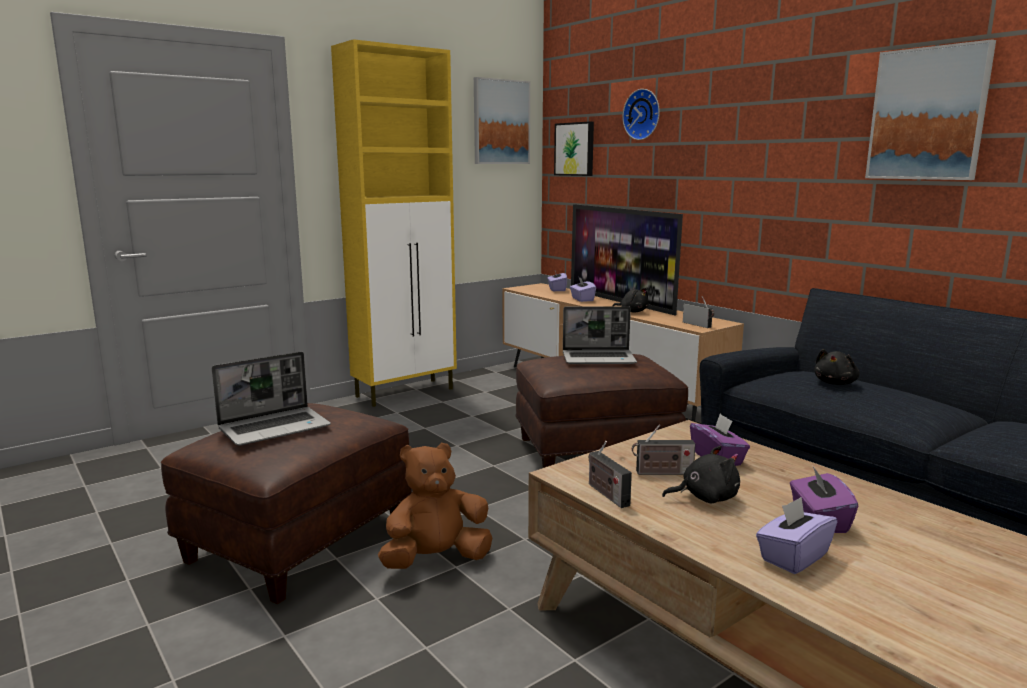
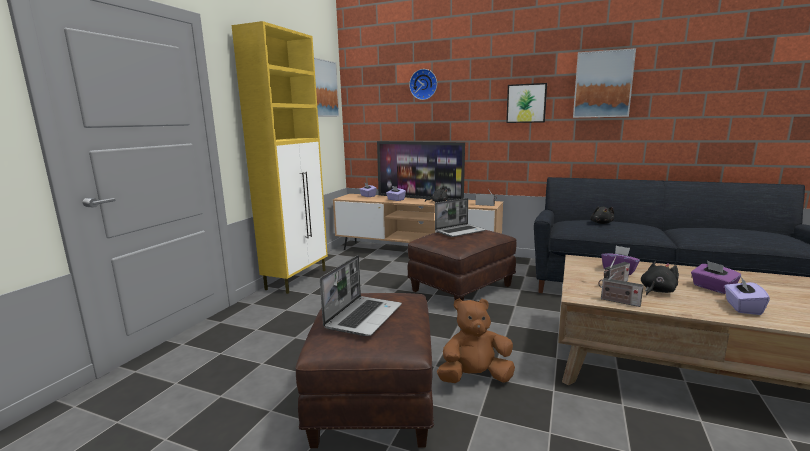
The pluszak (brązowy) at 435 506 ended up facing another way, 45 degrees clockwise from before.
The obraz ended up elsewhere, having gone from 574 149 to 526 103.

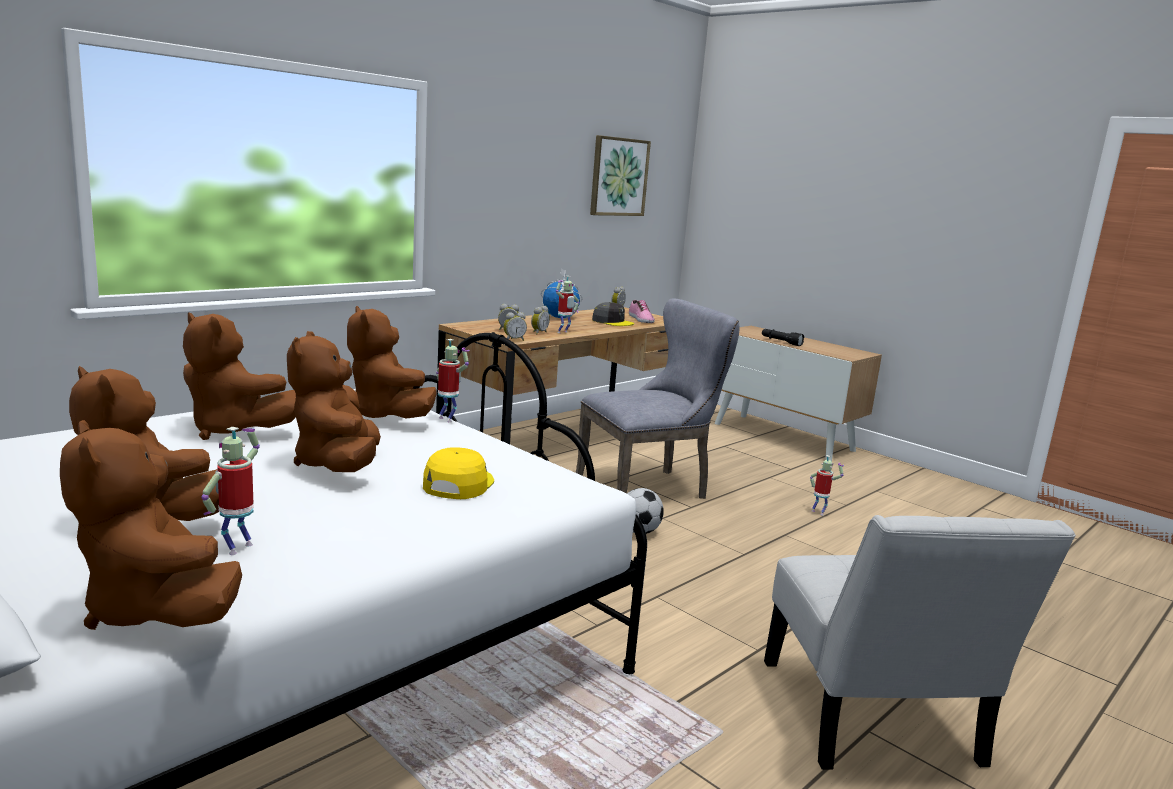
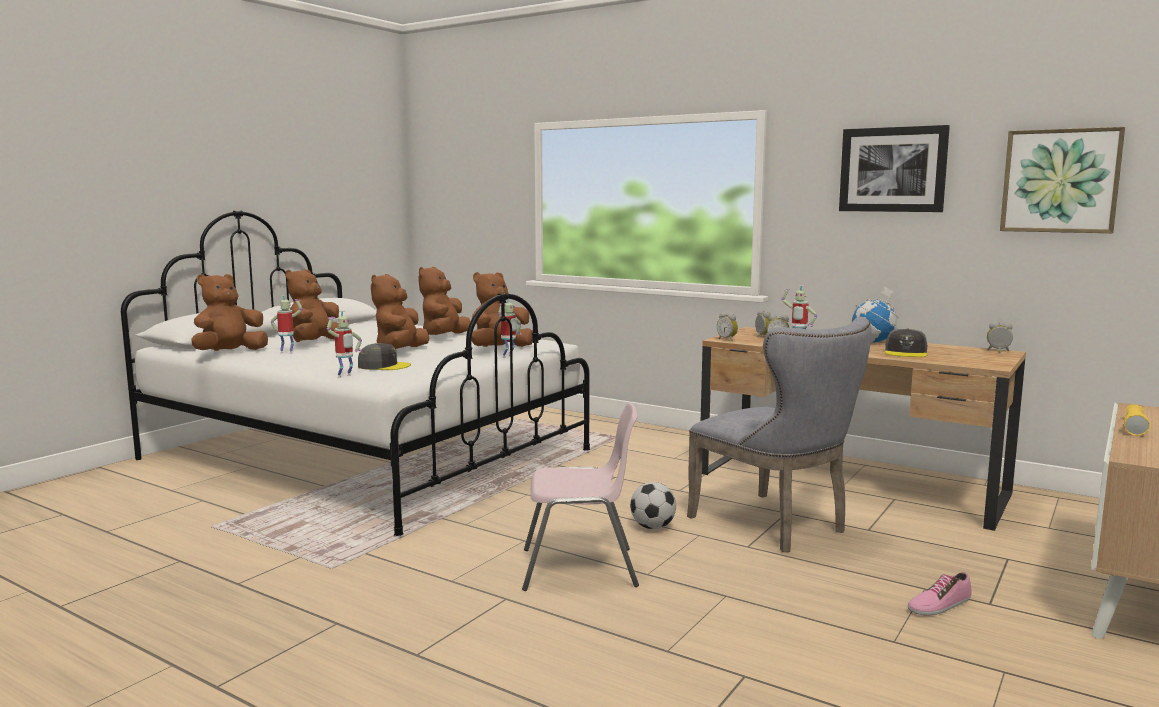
The pluszak (brązowy) at 334 401 ended up facing another way, 60 degrees counterclockwise from before.
What was the czapka z daszkiem (żółty) at 458 473 turned into the czapka z daszkiem (szary) at 384 356.
The but ended up elsewhere, having gone from 642 311 to 940 593.
What was the latarka (czarny) at 783 337 turned into the latarka (żółty) at 1137 420.
The second view lost the krzesło (biały) at 920 642.
The robot zabawkowy ended up elsewhere, having gone from 827 485 to 344 344.
The second view gained the krzesło (różowy) at 580 497.
The second view gained the obraz at 894 168.

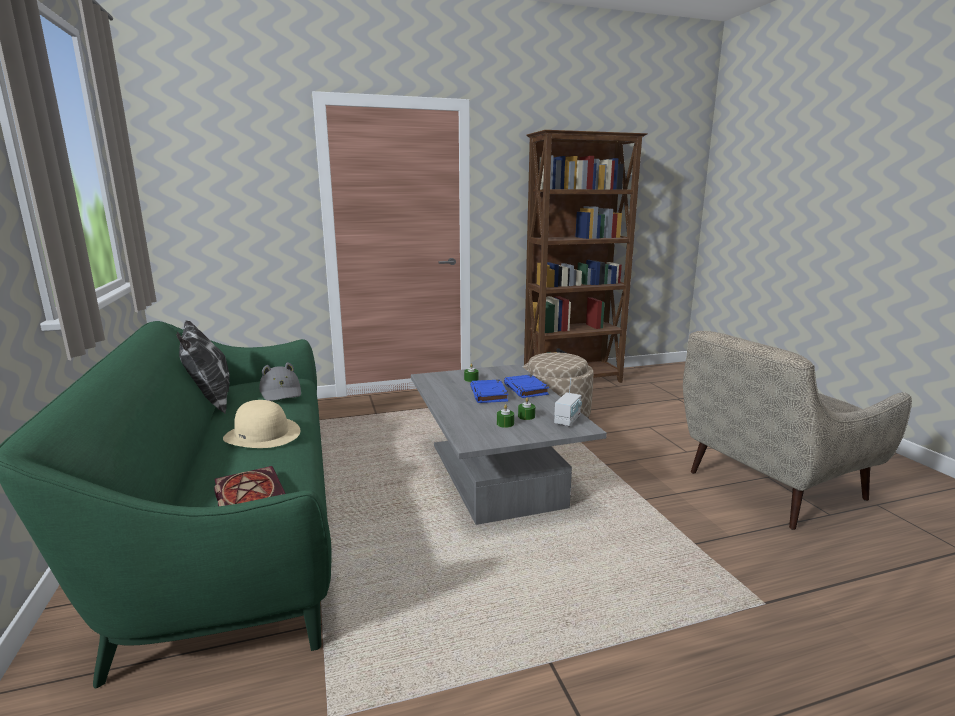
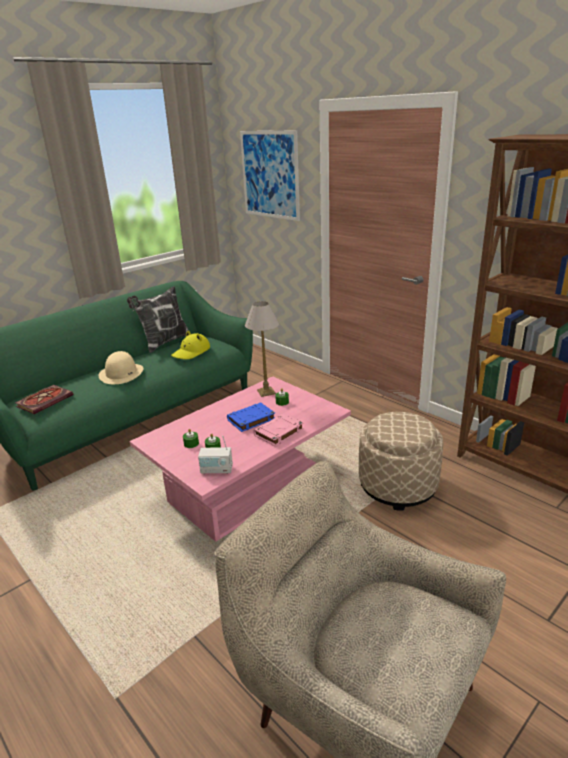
What was the kapelusz (szary) at 280 381 turned into the kapelusz (żółty) at 190 345.
What was the ława (szary) at 509 444 turned into the ława (różowy) at 240 459.
What was the książka (niebieski) at 526 386 turned into the książka (różowy) at 278 429.
The second view gained the obraz at 270 176.
The second view gained the lampa stołowa at 262 349.

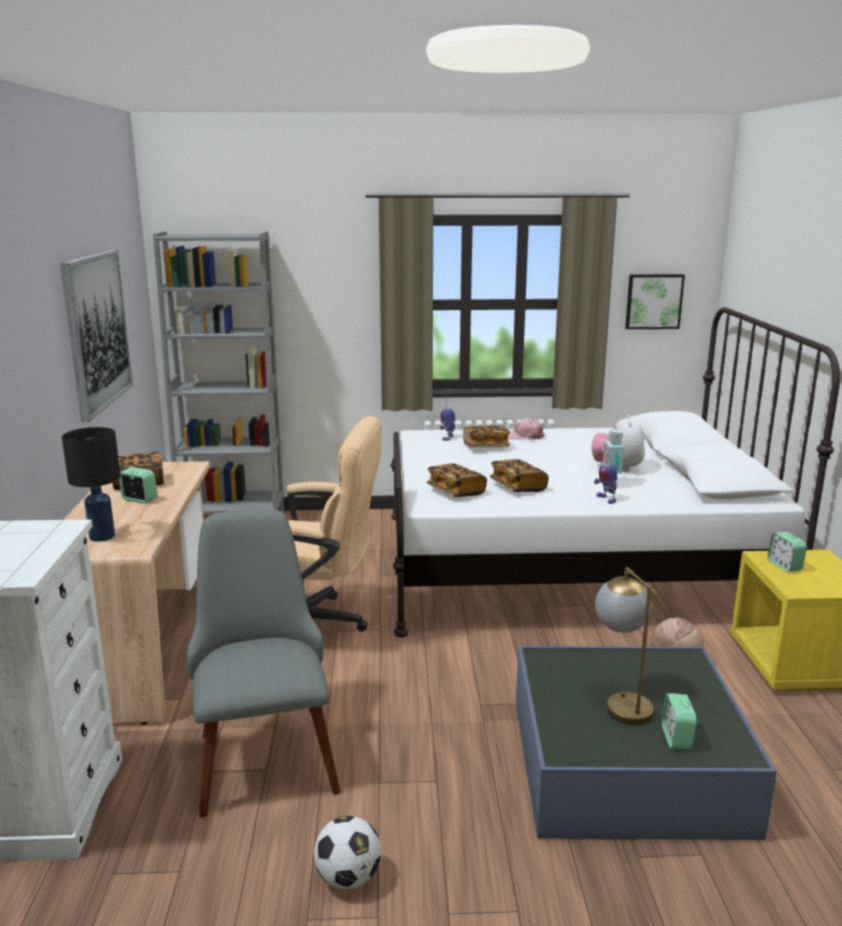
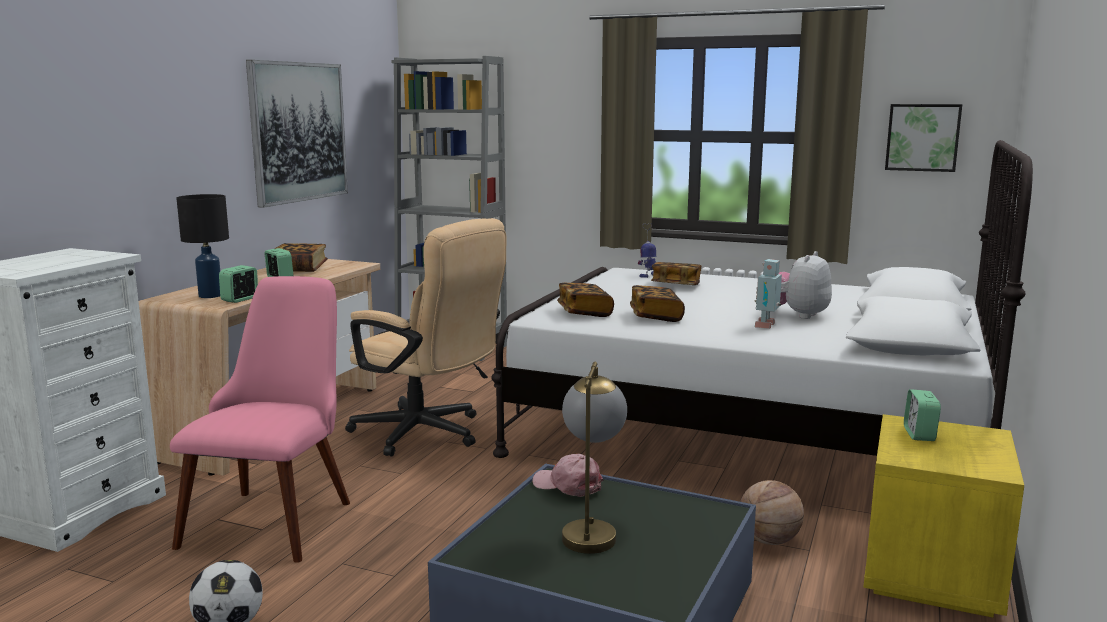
What was the krzesło (szary) at 263 663 turned into the krzesło (różowy) at 260 419.
The czapka z daszkiem (różowy) ended up elsewhere, having gone from 526 429 to 567 475.
The second view lost the robot zabawkowy at 606 473.
The budzik ended up elsewhere, having gone from 679 721 to 238 284.

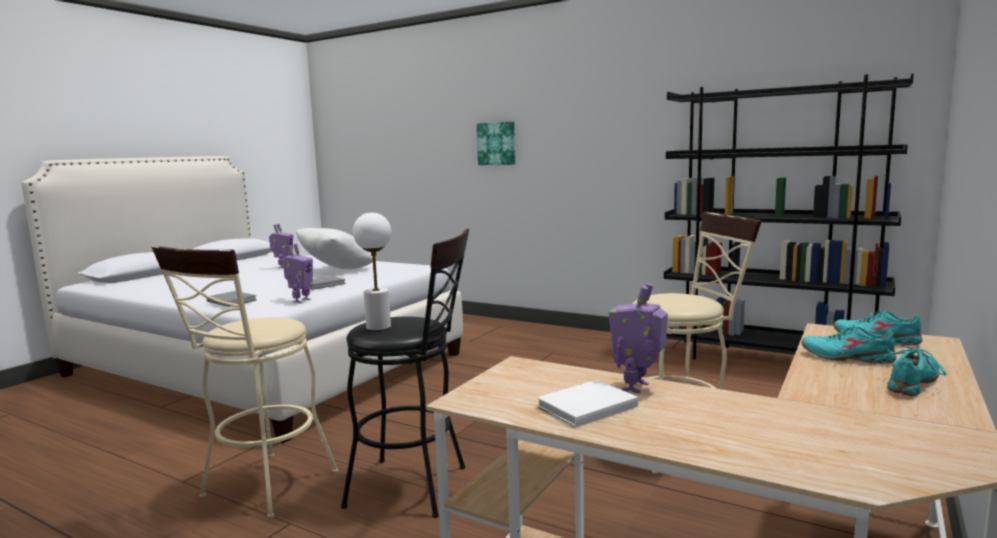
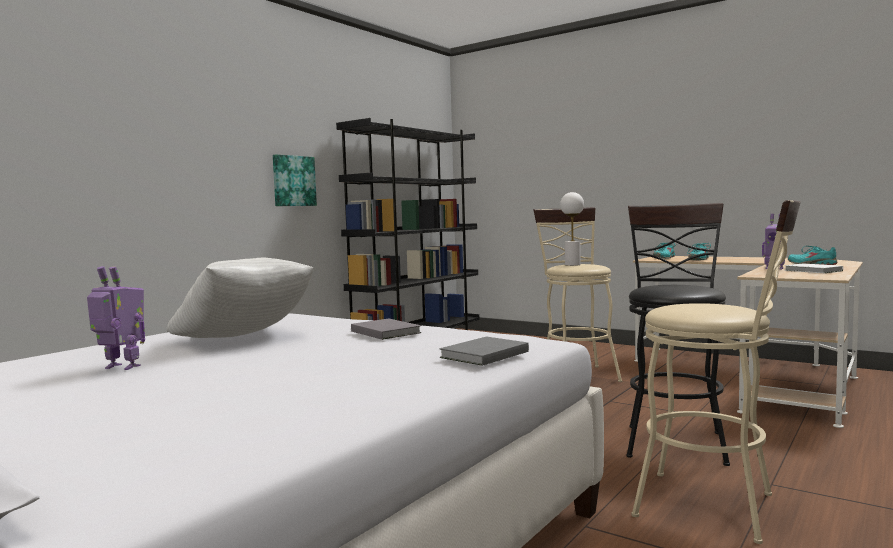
The second view lost the robot zabawkowy at 298 273.
The lampa stołowa (biały) ended up elsewhere, having gone from 372 271 to 572 229.
The obraz ended up elsewhere, having gone from 496 143 to 295 180.
The but (turkusowy) ended up elsewhere, having gone from 915 368 to 812 255.

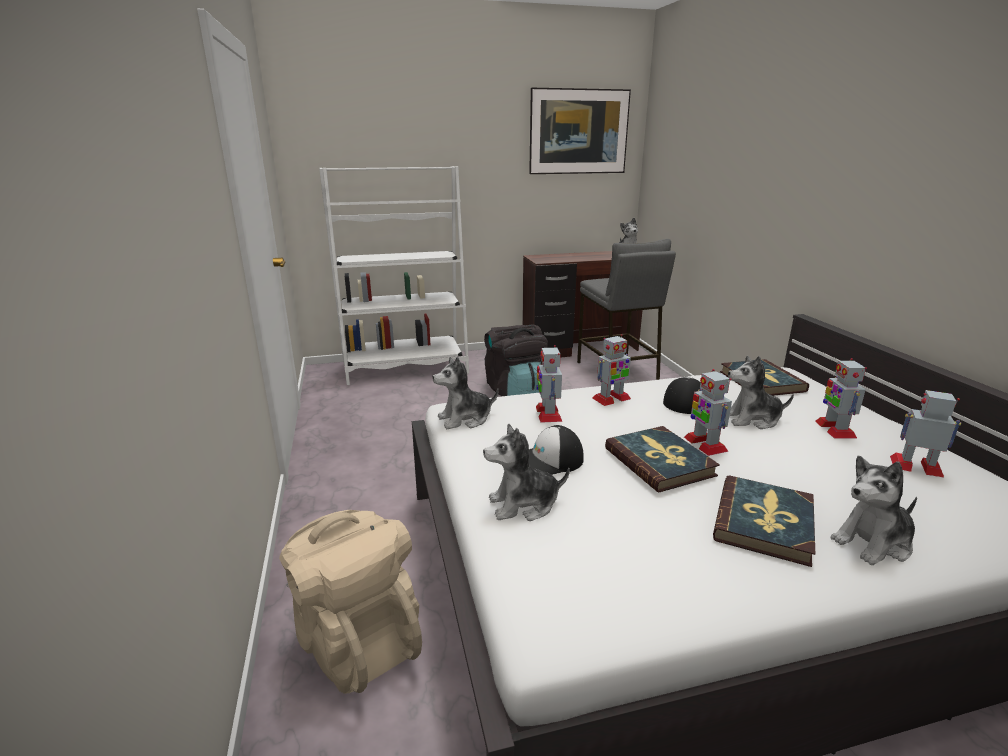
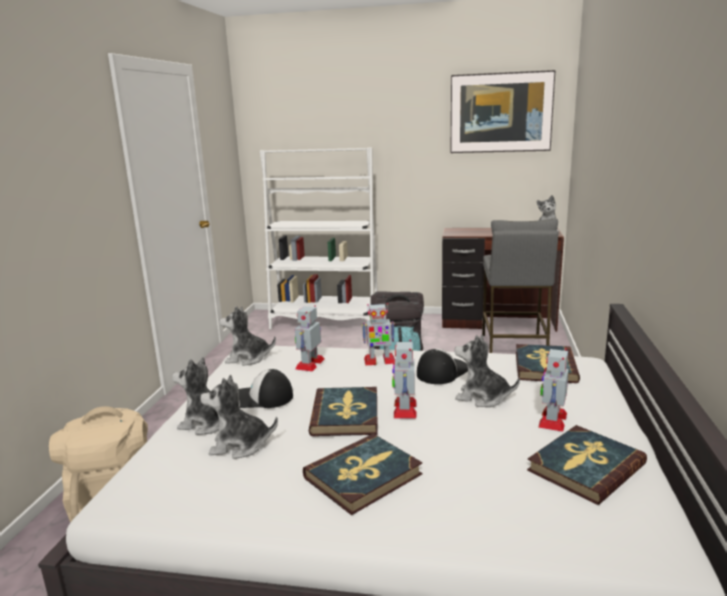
The pluszak ended up elsewhere, having gone from 873 510 to 239 417.
Where the robot zabawkowy stood at 925 433, the książka came to stand at 587 465.

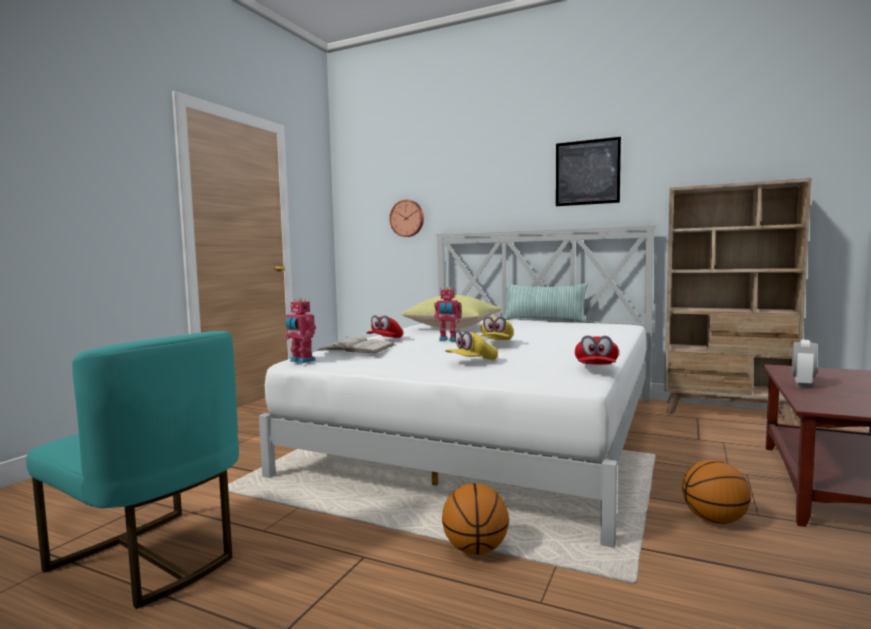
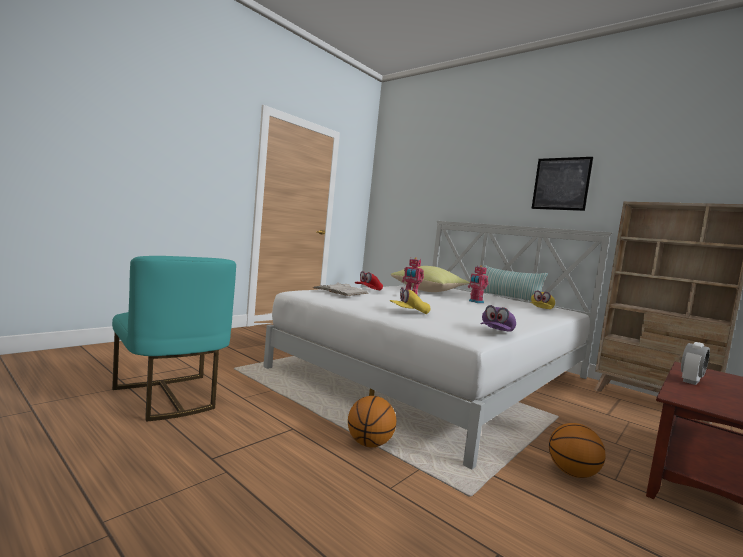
The robot zabawkowy ended up elsewhere, having gone from 300 330 to 478 284.
The second view lost the zegar ścienny at 406 218.
The czapka z daszkiem (żółty) ended up elsewhere, having gone from 497 328 to 543 299.
What was the czapka z daszkiem (czerwony) at 597 350 turned into the czapka z daszkiem (fioletowy) at 498 318.

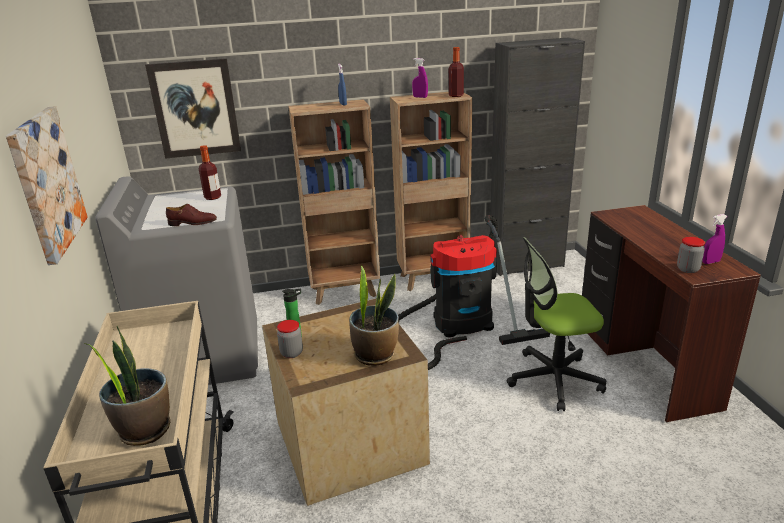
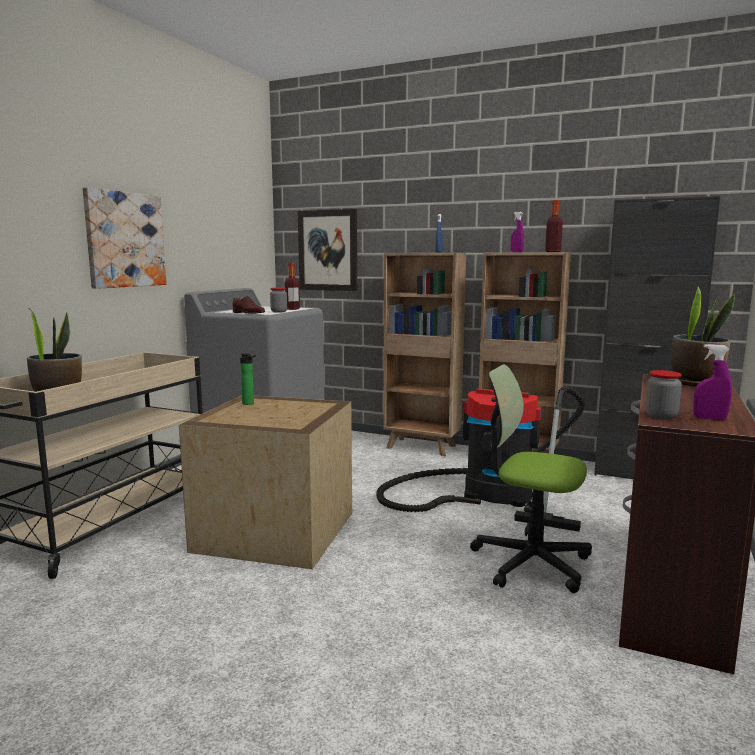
The słoik ended up elsewhere, having gone from 290 339 to 278 300.
The roślina doniczkowa ended up elsewhere, having gone from 374 315 to 703 337.

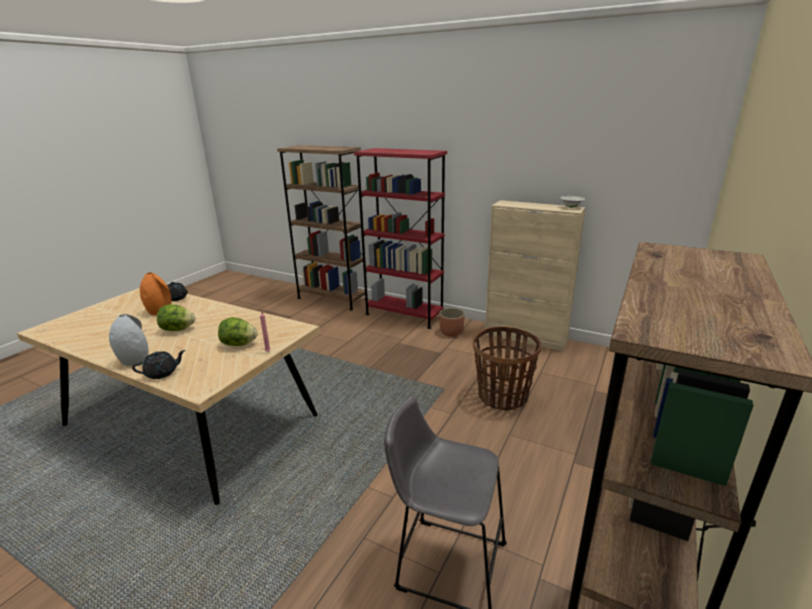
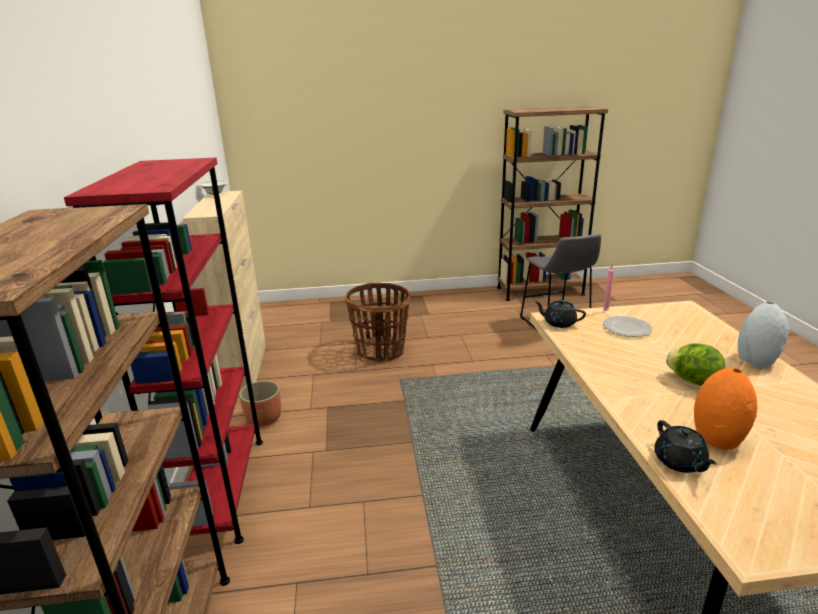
The imbryk (czarny) ended up elsewhere, having gone from 159 364 to 560 314.
Where the sałata stood at 238 331, the talerz came to stand at 628 326.

